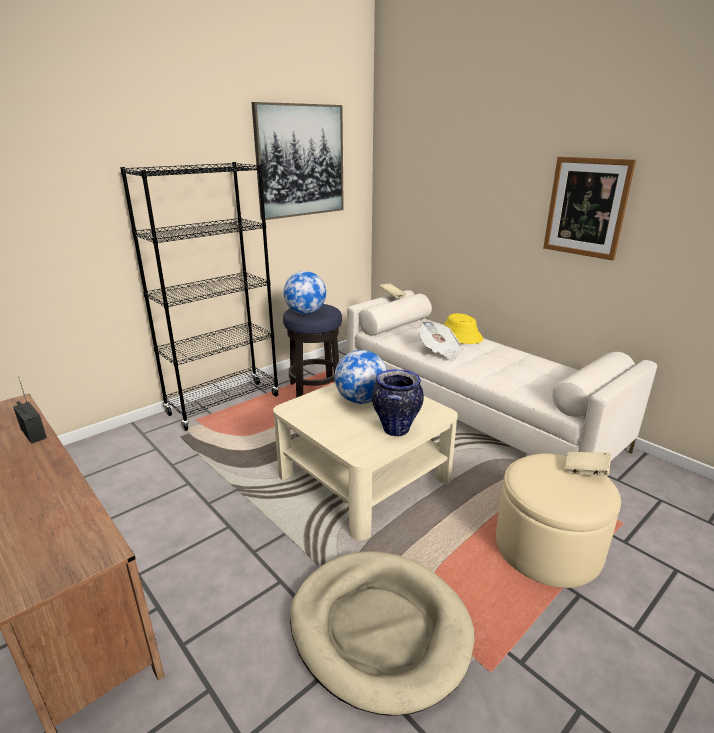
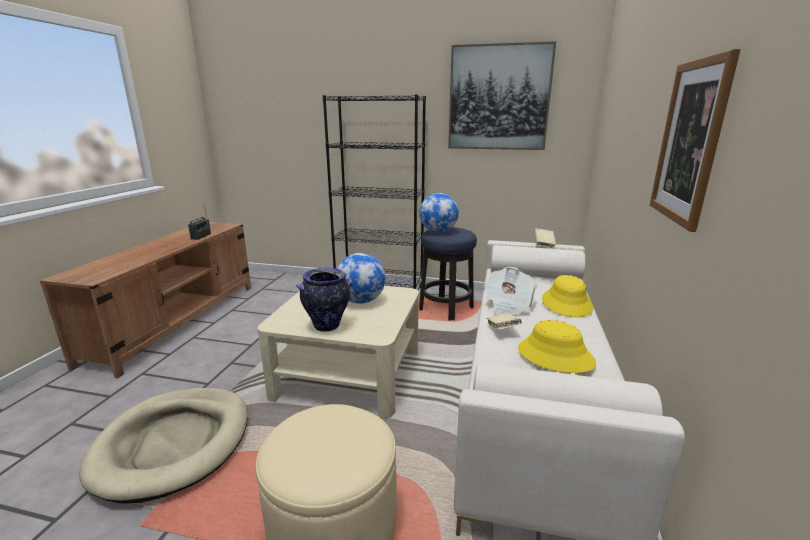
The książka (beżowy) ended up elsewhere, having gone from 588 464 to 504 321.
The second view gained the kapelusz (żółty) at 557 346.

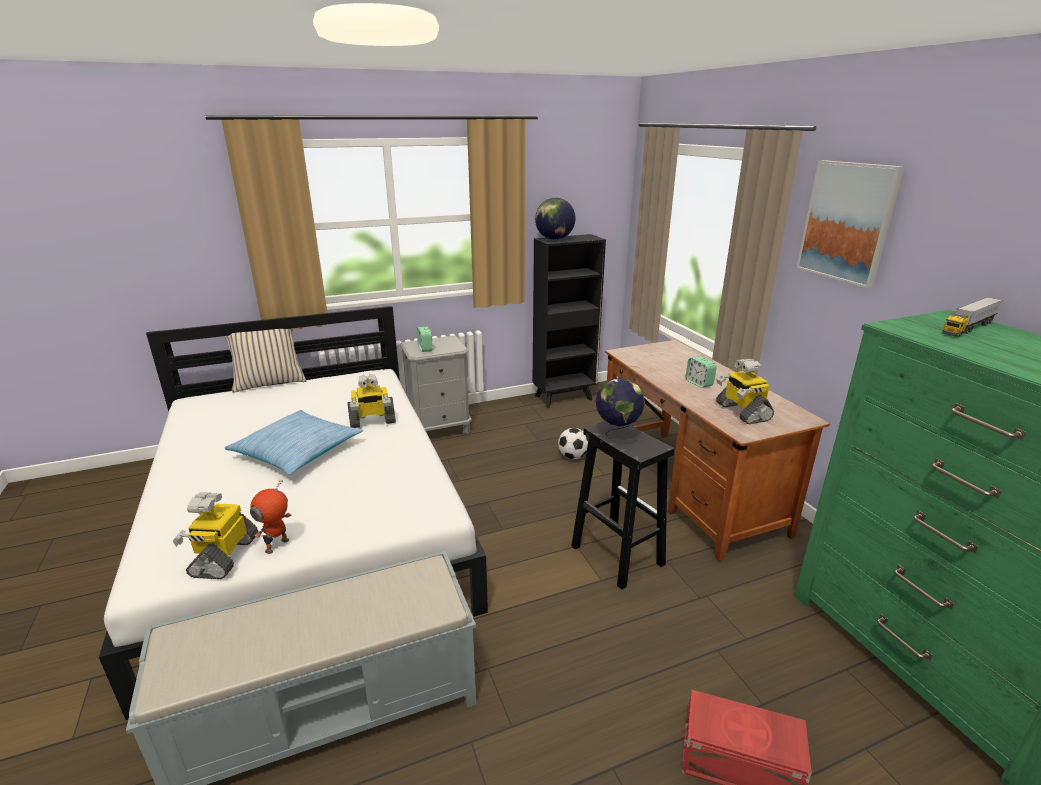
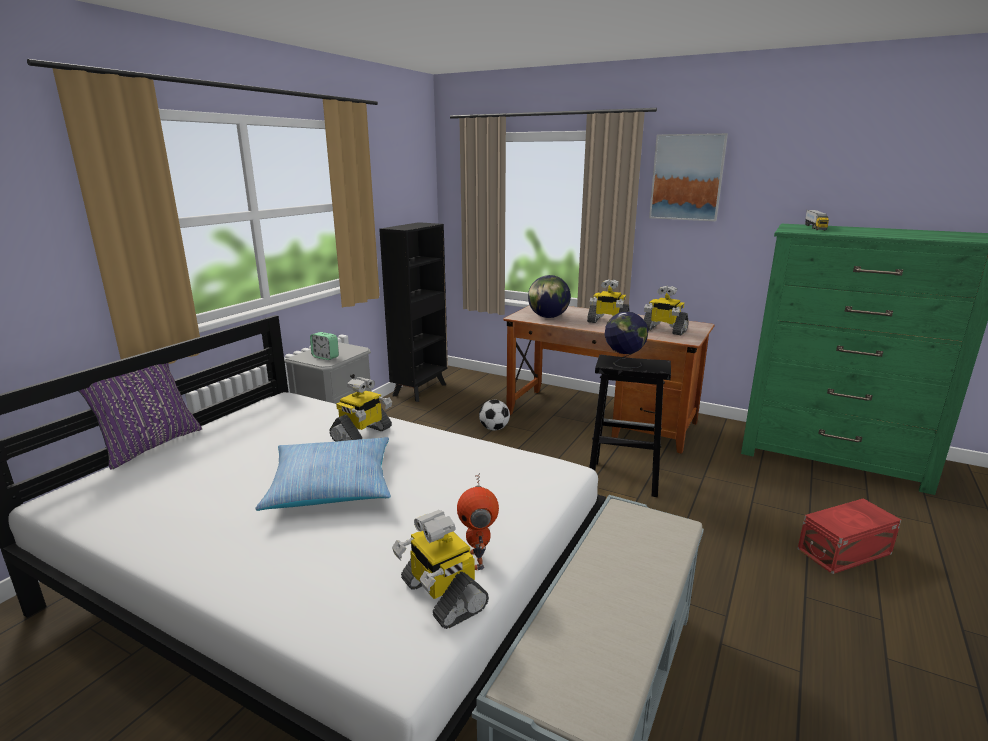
What was the poduszka (beżowy) at 265 360 turned into the poduszka (fioletowy) at 140 416.
The globus ended up elsewhere, having gone from 555 219 to 549 296.
Where the budzik stood at 701 372, the robot zabawkowy came to stand at 608 301.

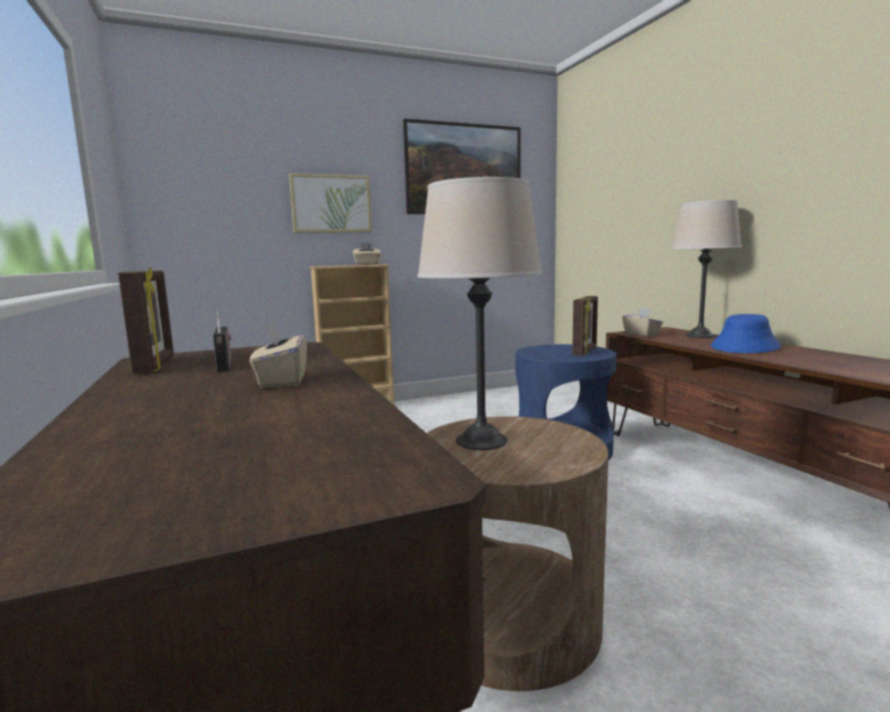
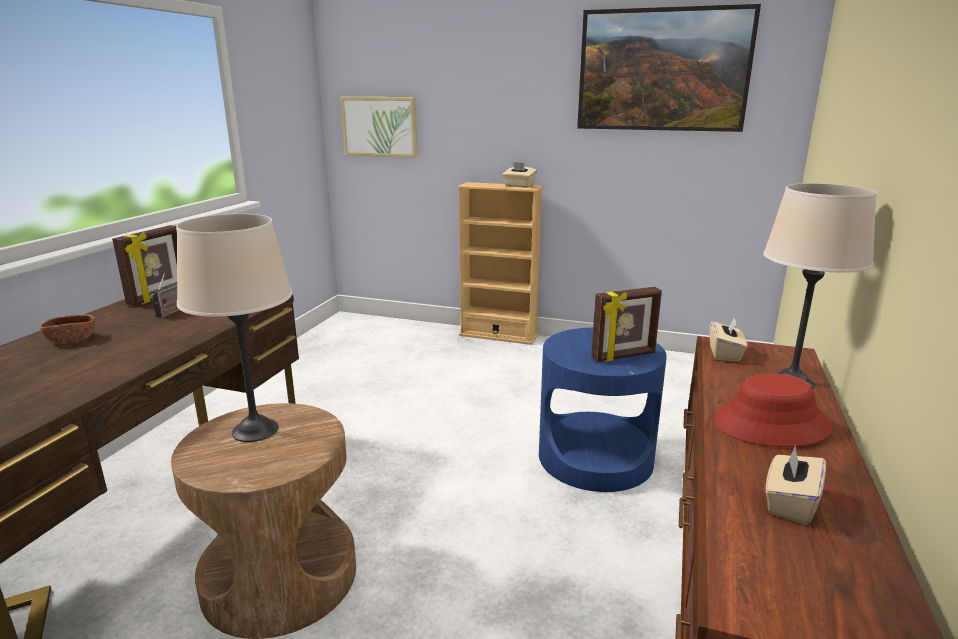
The pudełko chusteczek (beżowy) ended up elsewhere, having gone from 278 355 to 796 485.
The obraz ended up elsewhere, having gone from 330 203 to 379 127.
What was the kapelusz (niebieski) at 746 333 turned into the kapelusz (czerwony) at 773 410.
The second view gained the miska (brązowy) at 67 329.

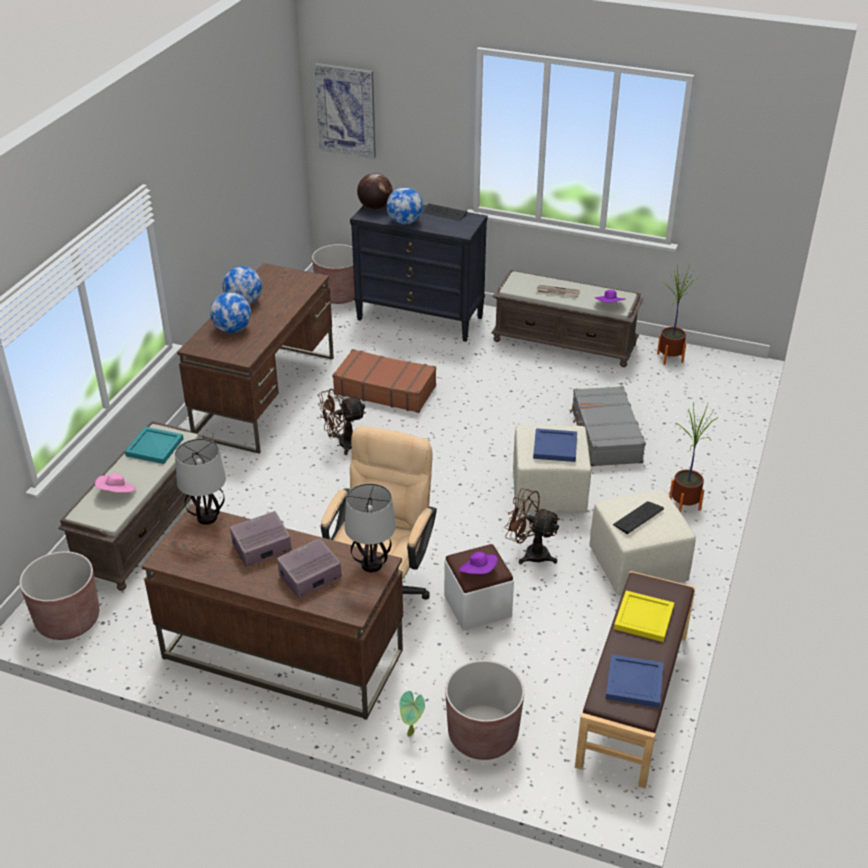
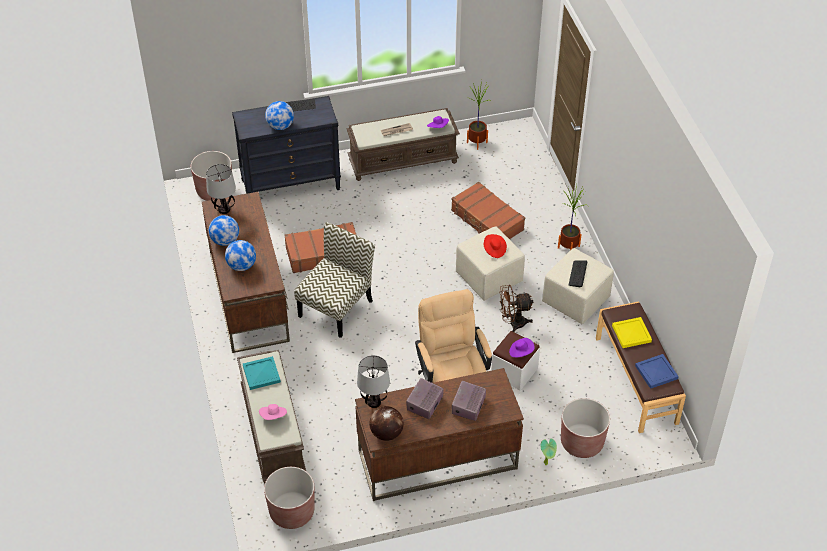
The second view lost the obraz at 345 111.
Where the wentylator (brązowy) stood at 342 421, the krzesło came to stand at 334 280.
The lampa stołowa ended up elsewhere, having gone from 370 527 to 221 189.
The globus ended up elsewhere, having gone from 375 191 to 386 423.
Where the taca (niebieski) stood at 555 445, the kapelusz (czerwony) came to stand at 495 246.
What was the walizka (szary) at 608 426 turned into the walizka (brązowy) at 488 210.

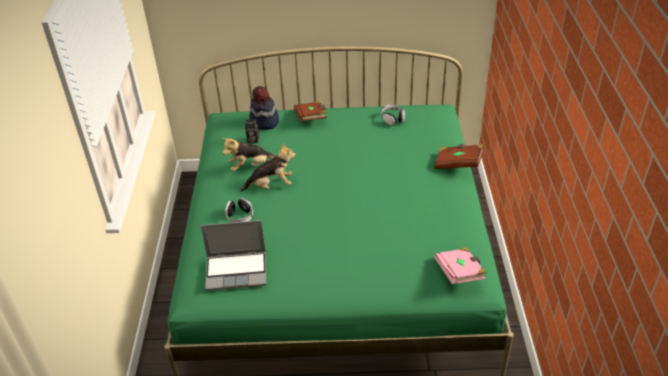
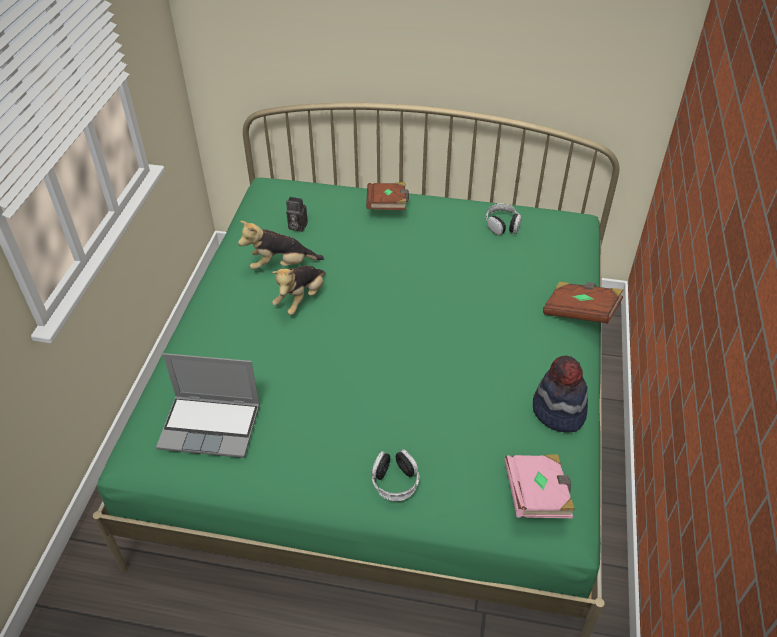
The słuchawki ended up elsewhere, having gone from 239 210 to 396 475.
The pluszak at 268 167 ended up facing another way, 120 degrees clockwise from before.
The kapelusz ended up elsewhere, having gone from 264 108 to 560 393.

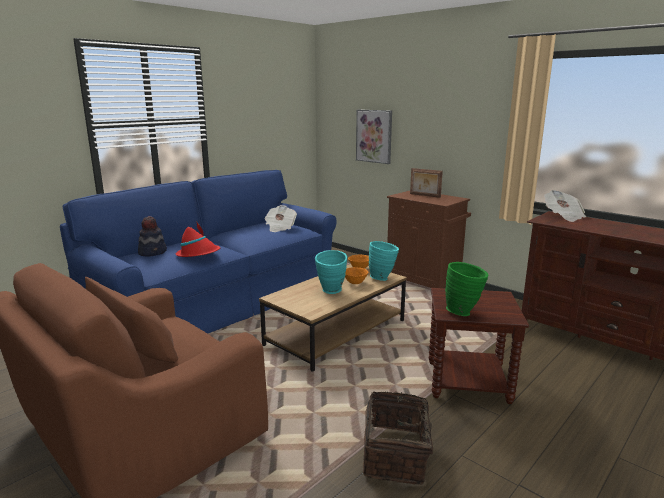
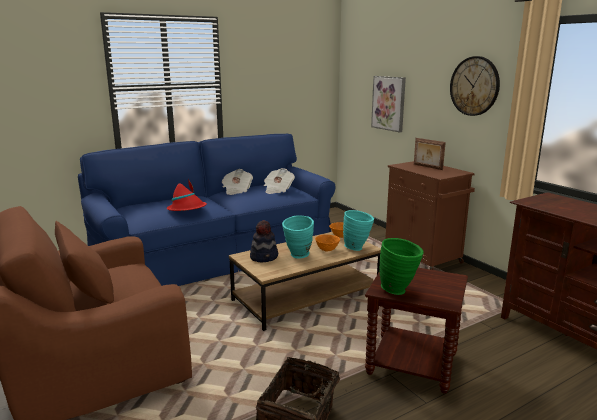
The kapelusz ended up elsewhere, having gone from 152 236 to 264 241.
The gazeta ended up elsewhere, having gone from 565 206 to 237 182.
The second view gained the zegar ścienny at 475 86.

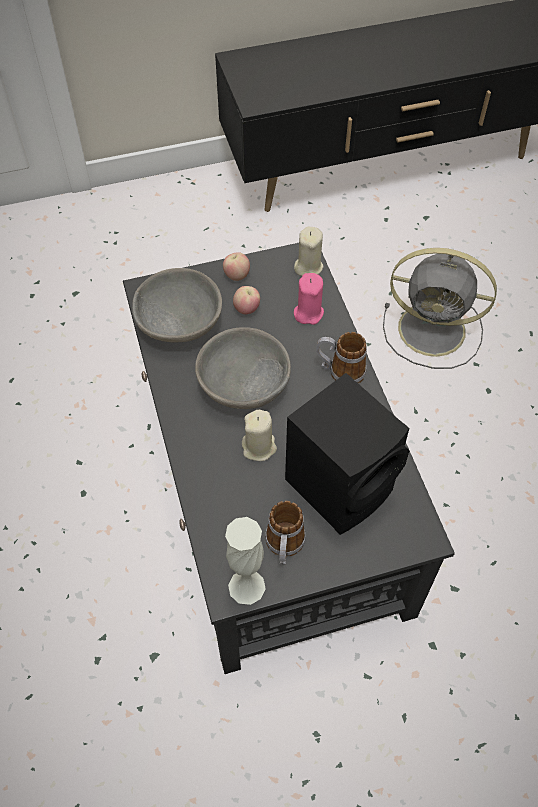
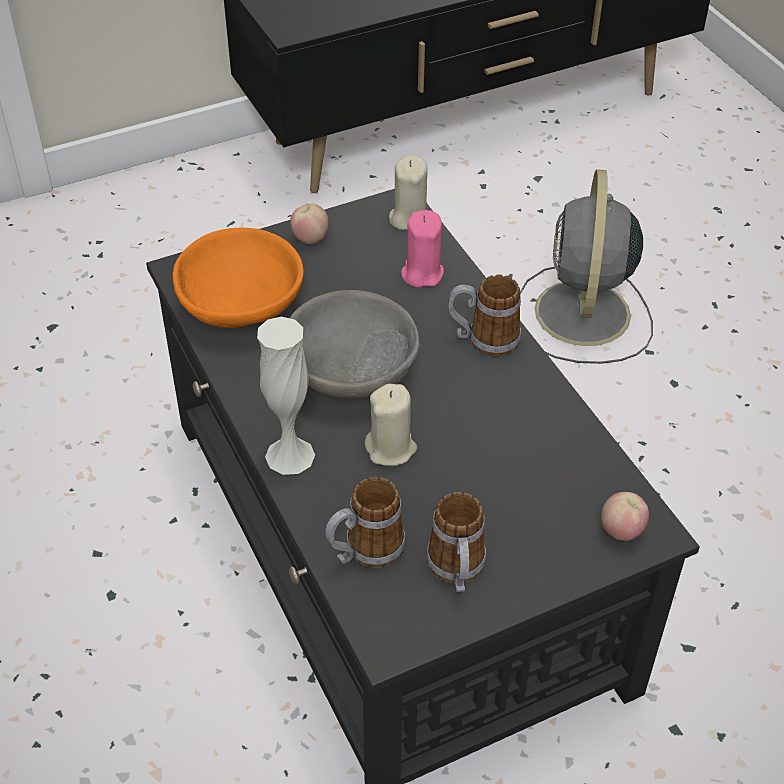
What was the miska (szary) at 177 305 turned into the miska (pomarańczowy) at 238 278.
The wazon (biały) ended up elsewhere, having gone from 245 561 to 286 396.
The jabłko ended up elsewhere, having gone from 246 300 to 625 516.
The second view lost the głośnik (czarny) at 347 454.
The wentylator (szary) at 440 308 ended up facing another way, 90 degrees clockwise from before.
The second view gained the kubek at 365 522.

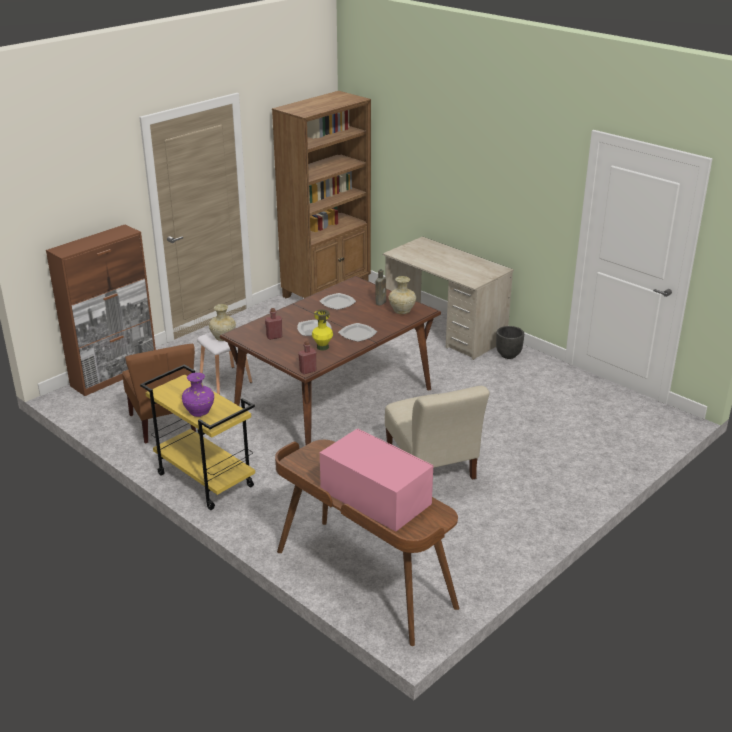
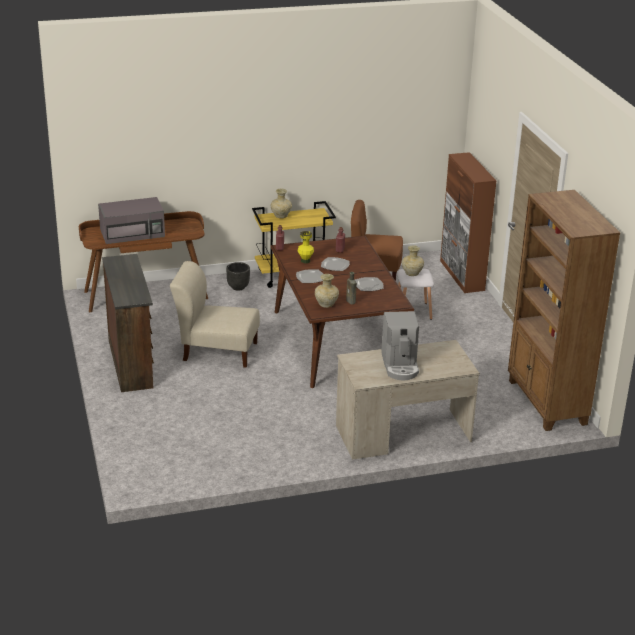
What was the wazon (fioletowy) at 198 394 turned into the wazon (beżowy) at 281 203.
What was the mikrofalówka (różowy) at 376 480 turned into the mikrofalówka (szary) at 131 220.
The donica (czarny) ended up elsewhere, having gone from 510 342 to 238 276.
The second view gained the komoda (brązowy) at 128 323.
The second view gained the ekspres do kawy at 400 345.

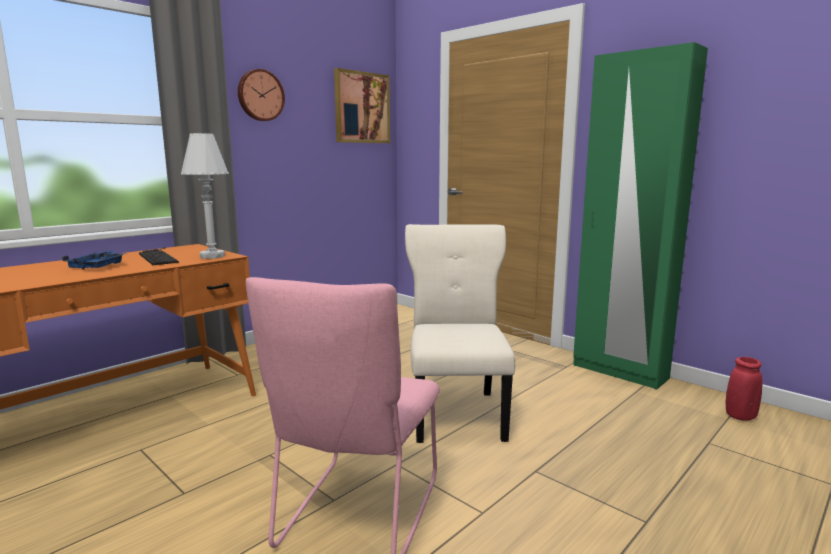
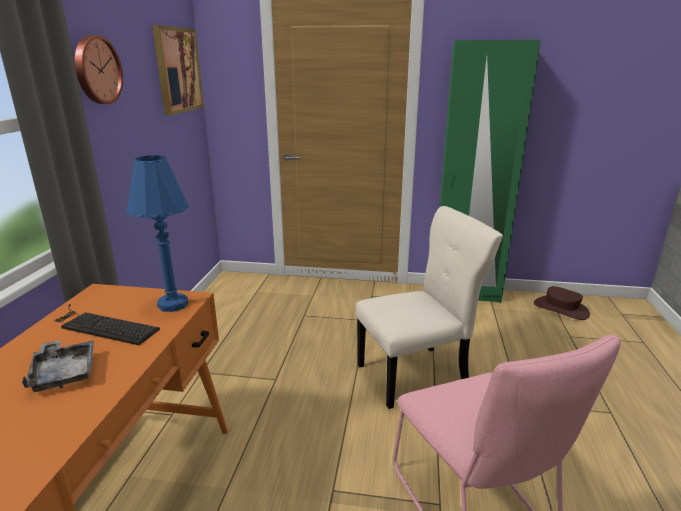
What was the taca (niebieski) at 95 260 turned into the taca (szary) at 58 366.
What was the lampa stołowa (biały) at 205 196 turned into the lampa stołowa (niebieski) at 157 233.
The krzesło (beżowy) at 460 333 ended up facing another way, 105 degrees clockwise from before.
Where the wazon (czerwony) stood at 744 389, the kapelusz (brązowy) came to stand at 562 303.

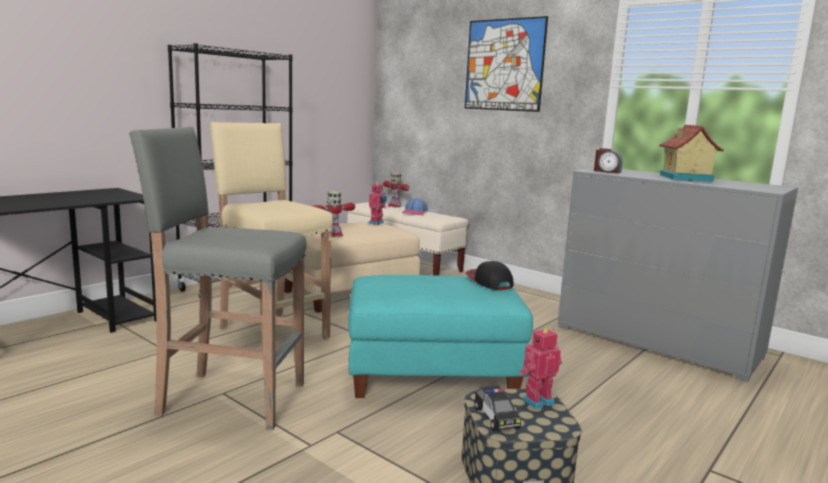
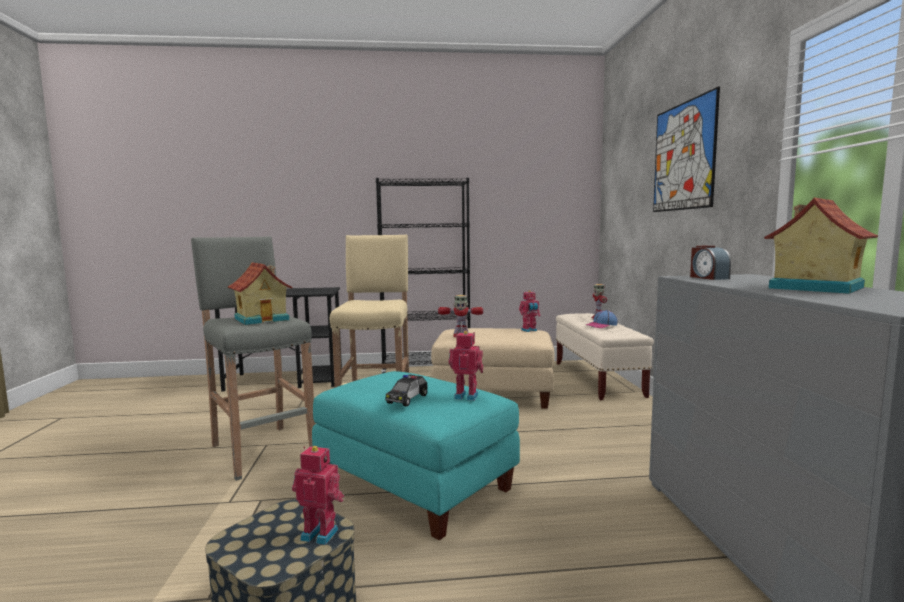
Where the czapka z daszkiem stood at 490 275, the robot zabawkowy came to stand at 466 366.
The samochodzik ended up elsewhere, having gone from 497 408 to 406 390.
The second view gained the domek at 260 293.

